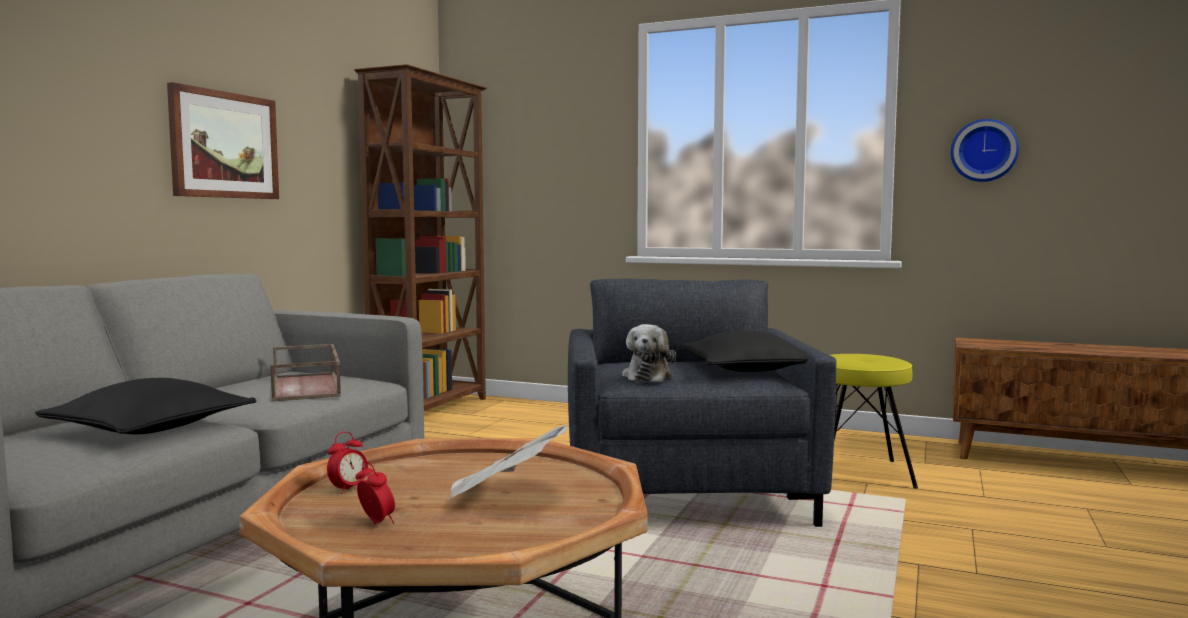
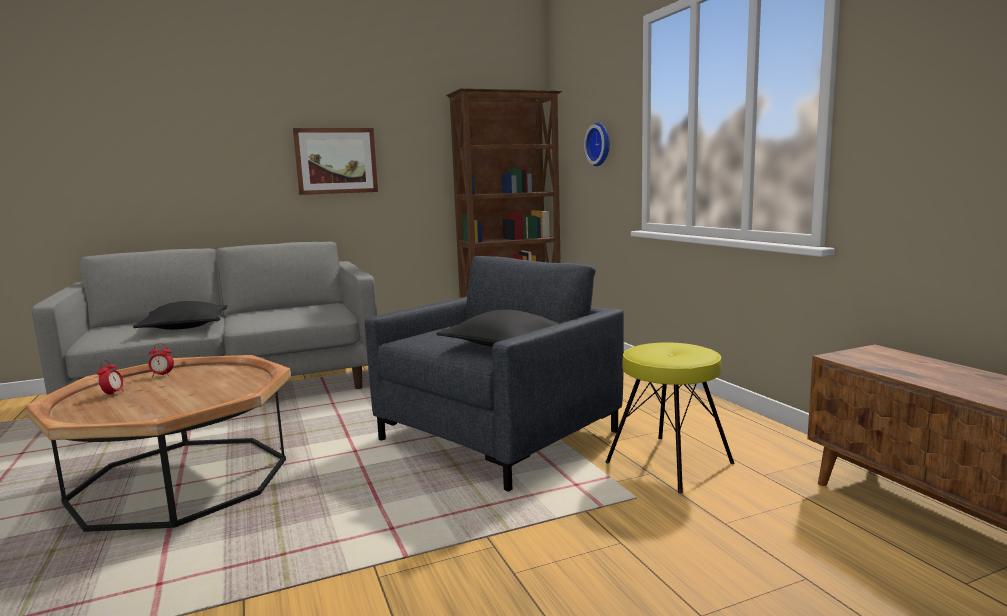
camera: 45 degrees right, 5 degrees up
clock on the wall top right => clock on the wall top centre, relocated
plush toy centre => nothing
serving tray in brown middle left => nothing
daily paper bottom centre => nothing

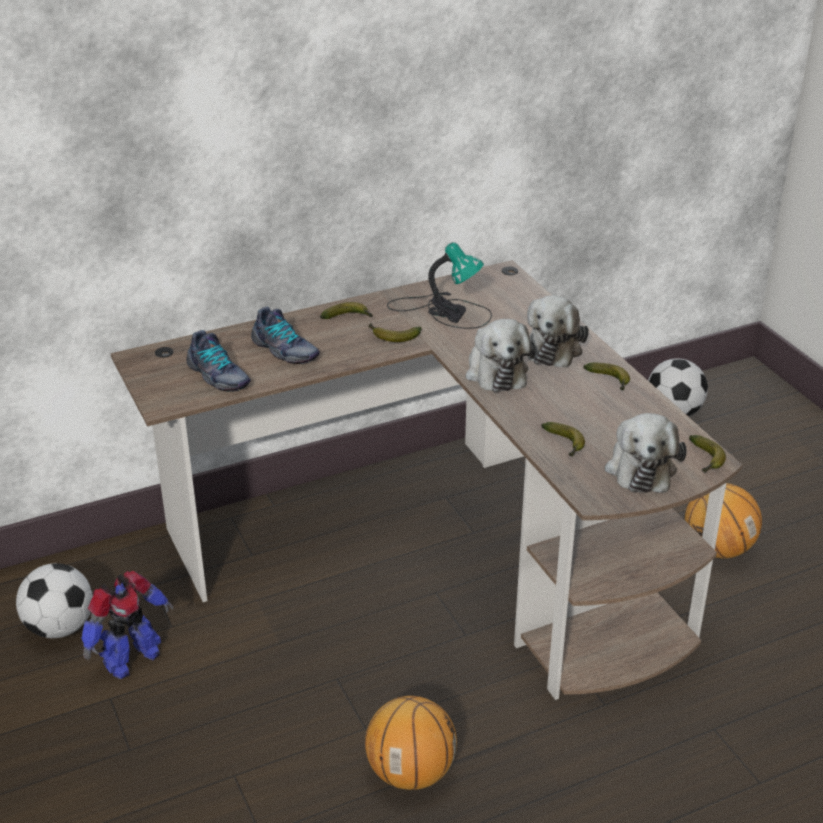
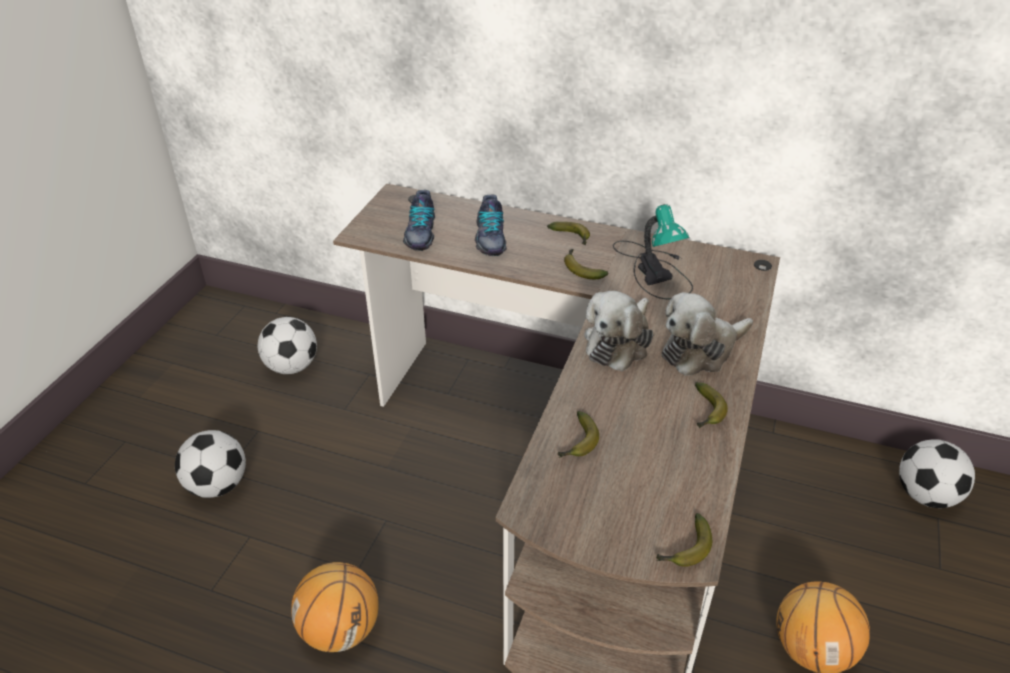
camera: 45 degrees right, 5 degrees up
plush toy (no. 3 from left) middle right => nothing
toy robot bottom left => nothing
nothing => football ball (no. 1 from left) bottom left

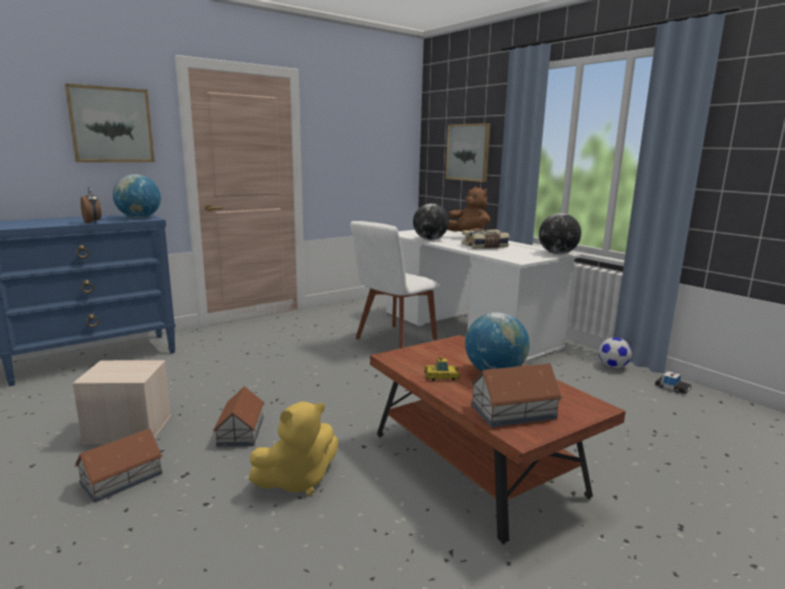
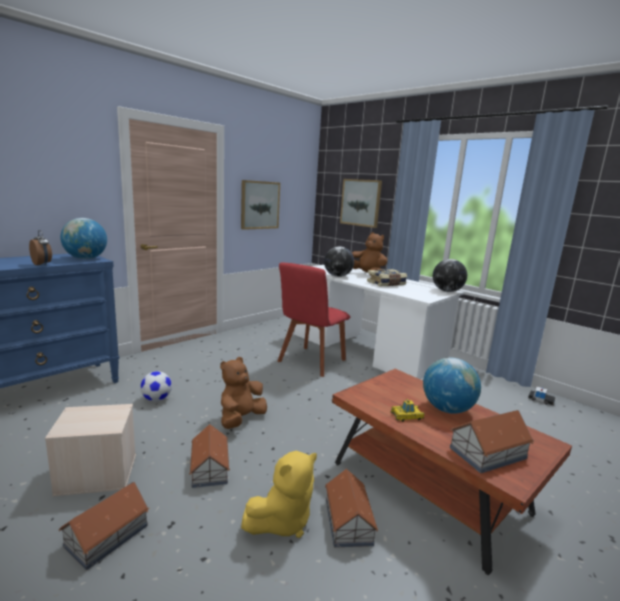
camera: 10 degrees left, 0 degrees up
wall art (no. 1 from left) top left => wall art (no. 1 from left) centre, relocated
plain chair in whitish centre => plain chair in red centre
football ball middle right => football ball middle left, relocated
nothing => plush toy in brown (no. 1 from left) centre
nothing => model house (no. 3 from left) bottom centre

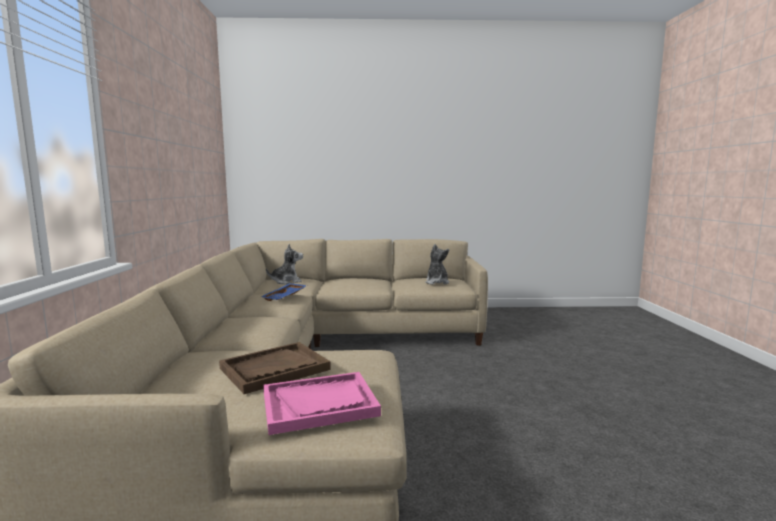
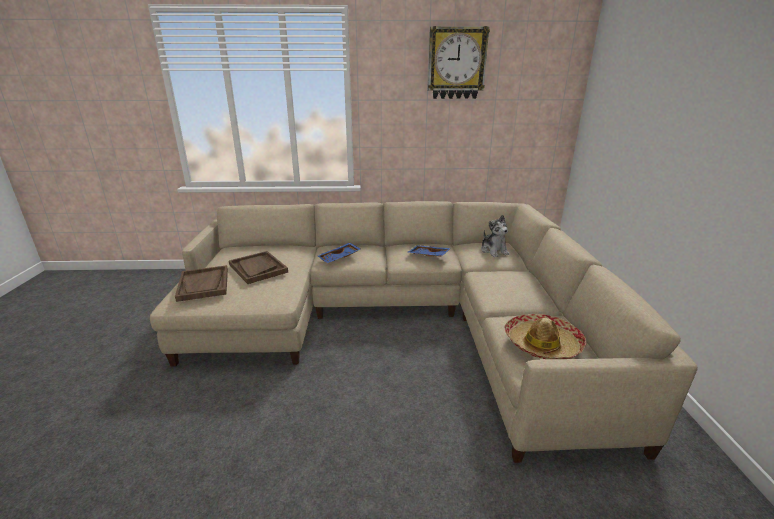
camera: 90 degrees right, 15 degrees up
plush toy (no. 2 from left) centre => hat middle right
serving tray in pink-coloured bottom centre => serving tray in brown (no. 1 from left) middle left
nothing => clock on the wall top centre
nothing => serving tray in bluish (no. 1 from left) centre

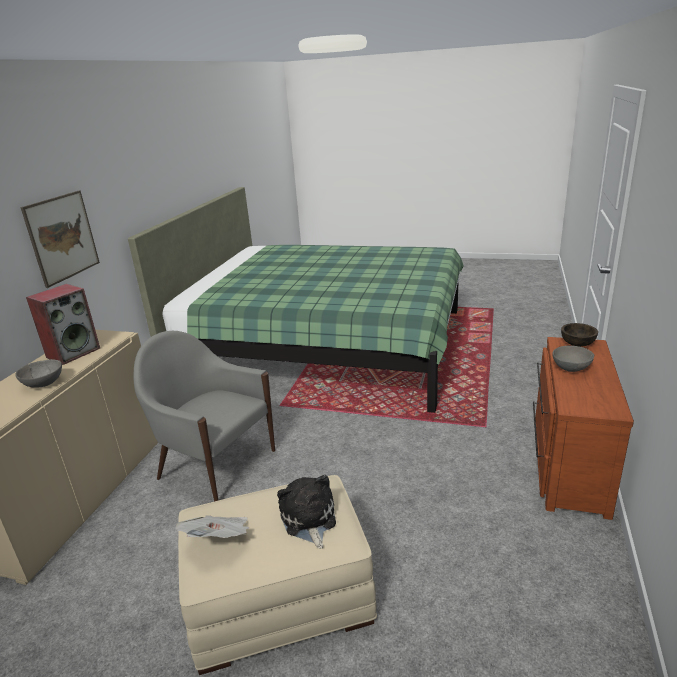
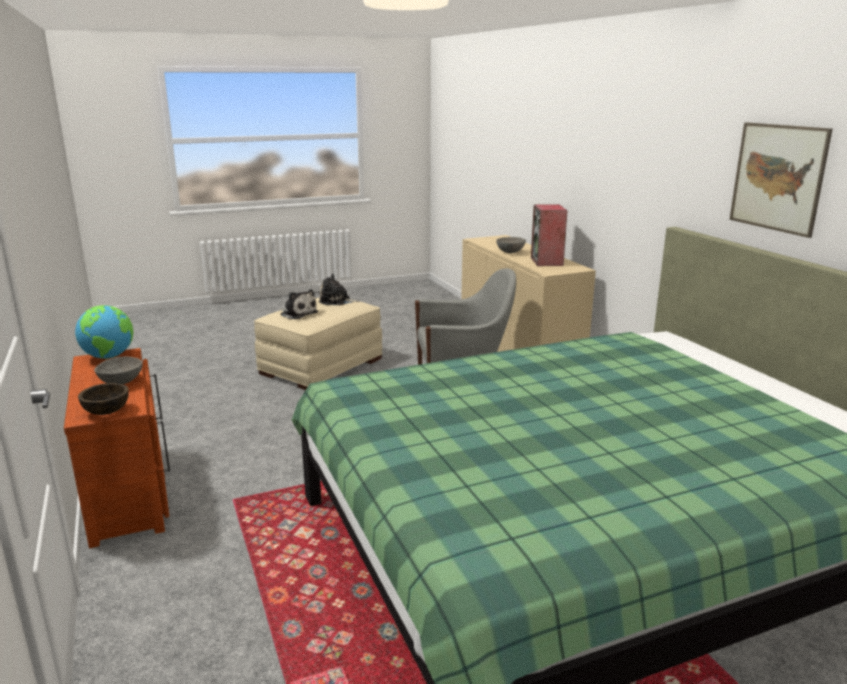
camera: 140 degrees right, 5 degrees down
wall art middle left => wall art top right, relocated
daily paper bottom left => plush toy (no. 2 from left) centre
nothing => globe middle left

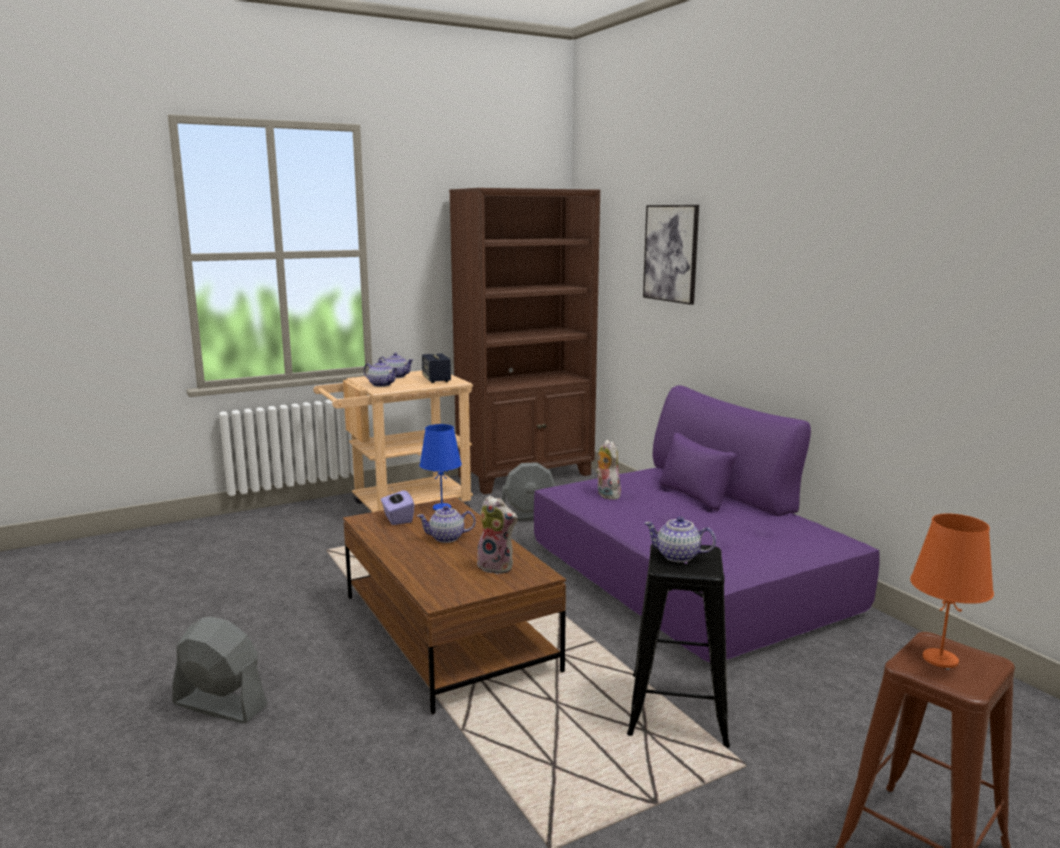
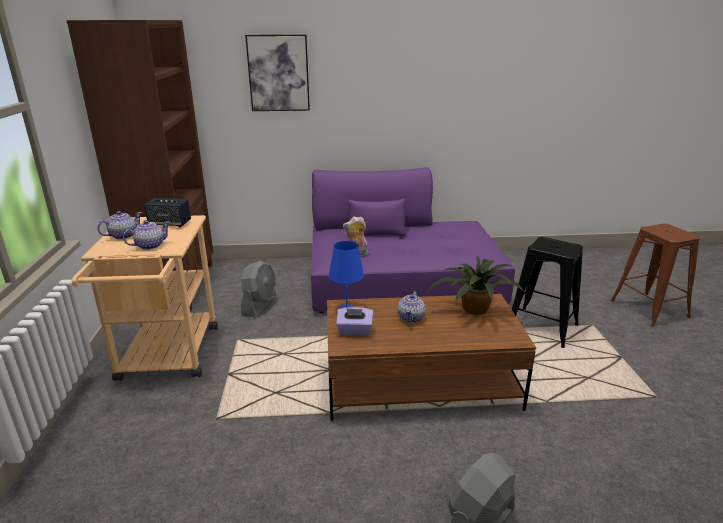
camera: 65 degrees left, 10 degrees up
plush toy (no. 1 from left) centre => houseplant centre
lamp for a table in orangey bottom right => nothing
pot for tea (no. 4 from left) centre => nothing

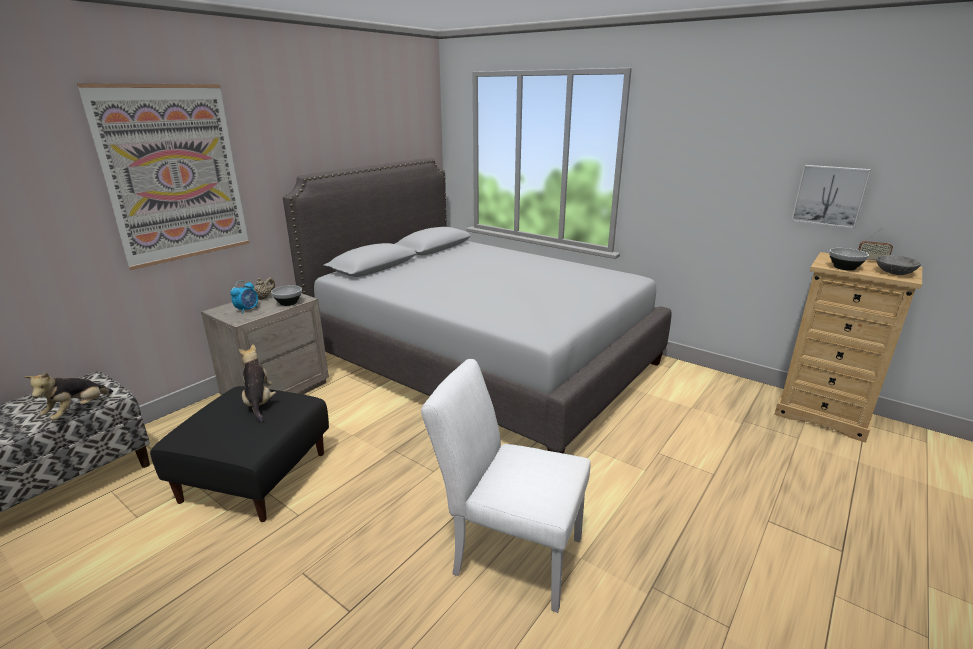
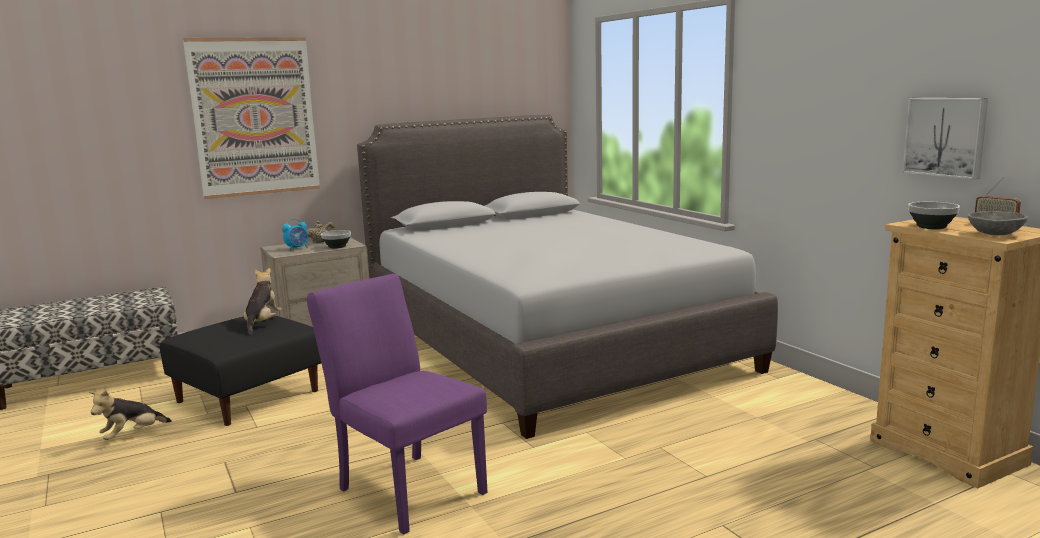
camera: 25 degrees right, 10 degrees down
plain chair in whitish bottom centre => plain chair in purple bottom centre
plush toy (no. 1 from left) middle left => plush toy (no. 1 from left) bottom left, relocated

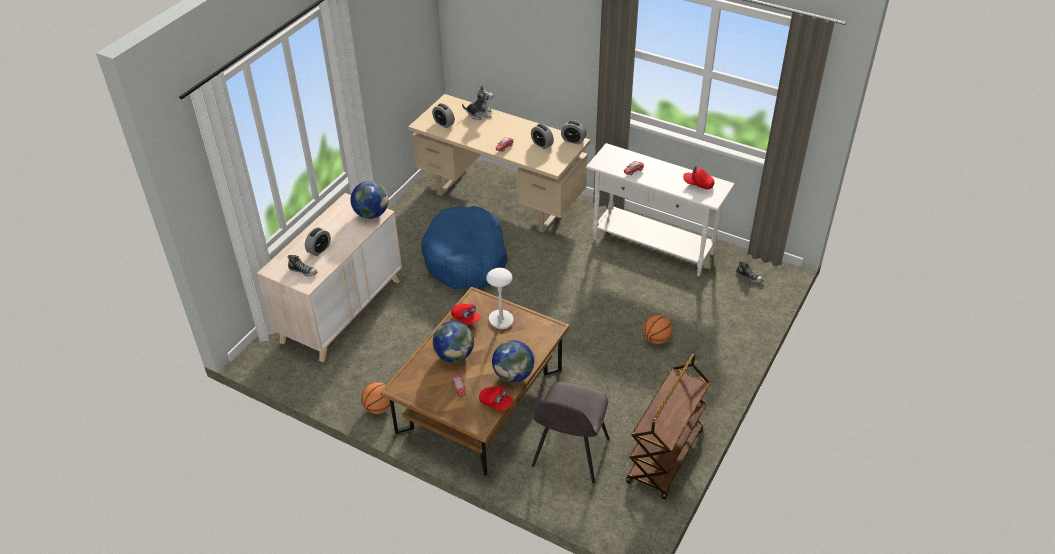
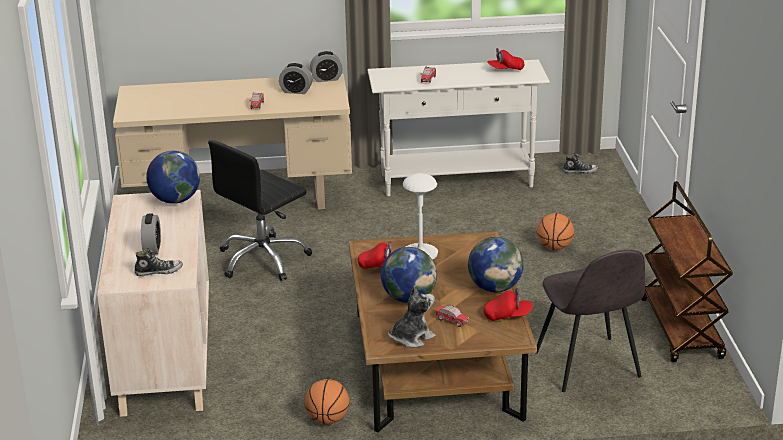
camera: 35 degrees left, 15 degrees down
plush toy top centre => plush toy bottom centre, relocated
bedside clock (no. 2 from left) top centre => nothing
dog cushion in bluish centre => computer chair in blackish middle left

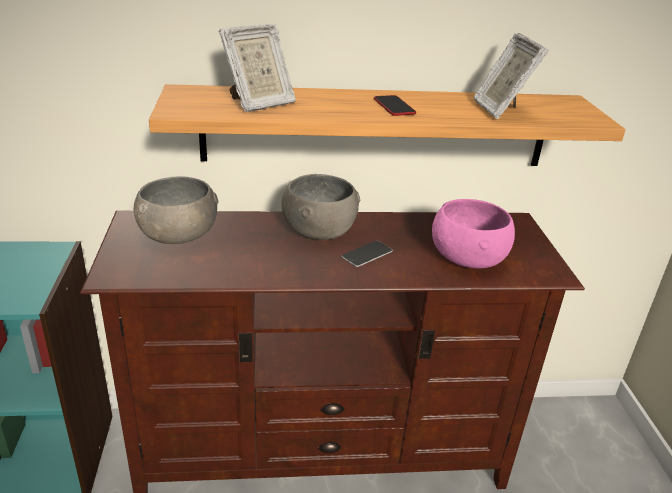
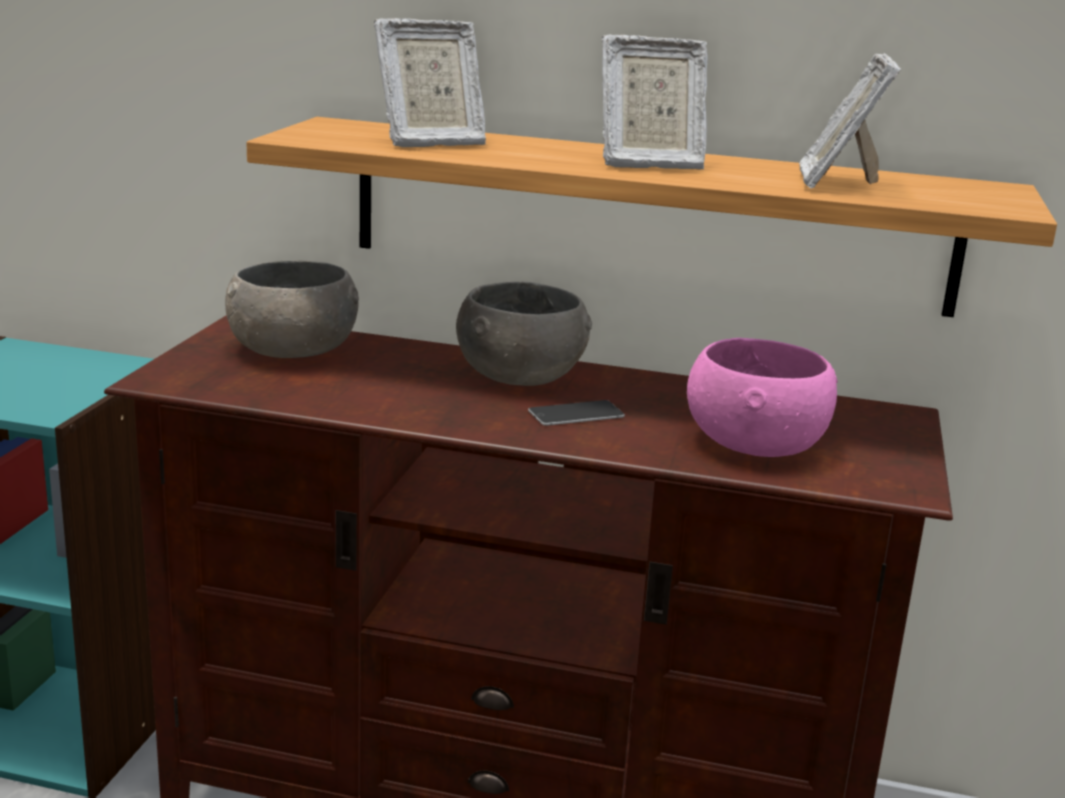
camera: 20 degrees right, 10 degrees down
telephone (no. 2 from left) top centre => photo frame (no. 2 from left) top centre

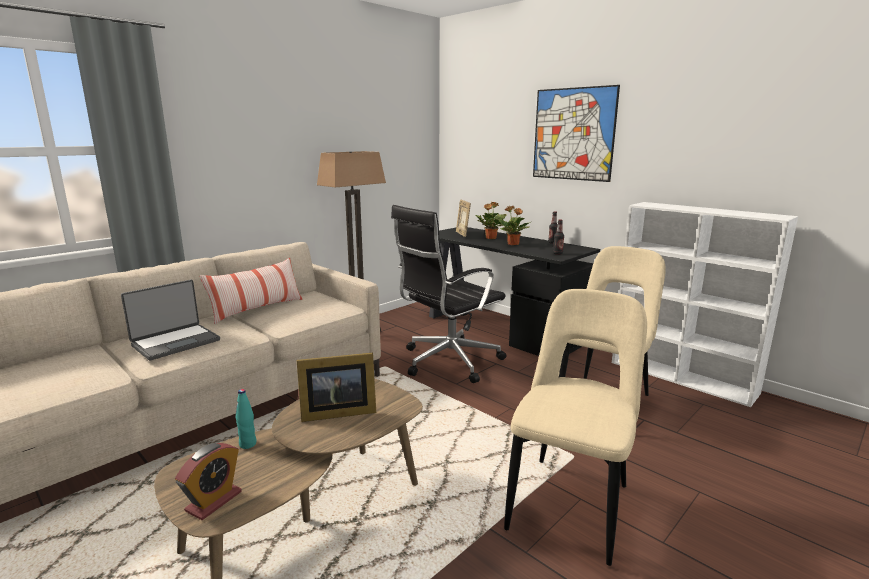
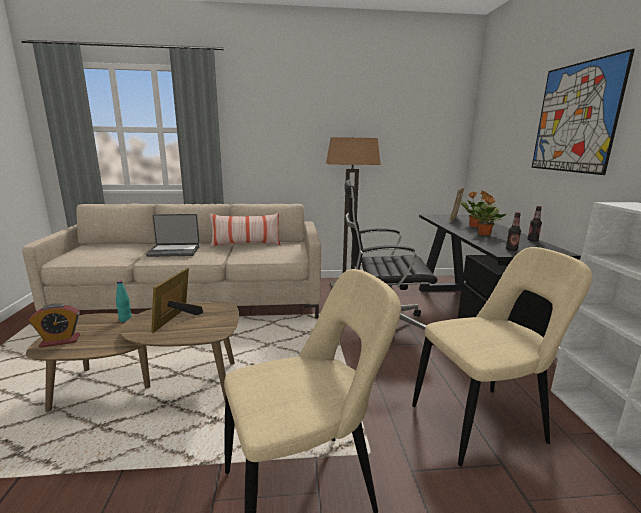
camera: 40 degrees right, 0 degrees up
photo frame (no. 1 from left) bottom centre => photo frame (no. 1 from left) middle left, 75 degrees clockwise

